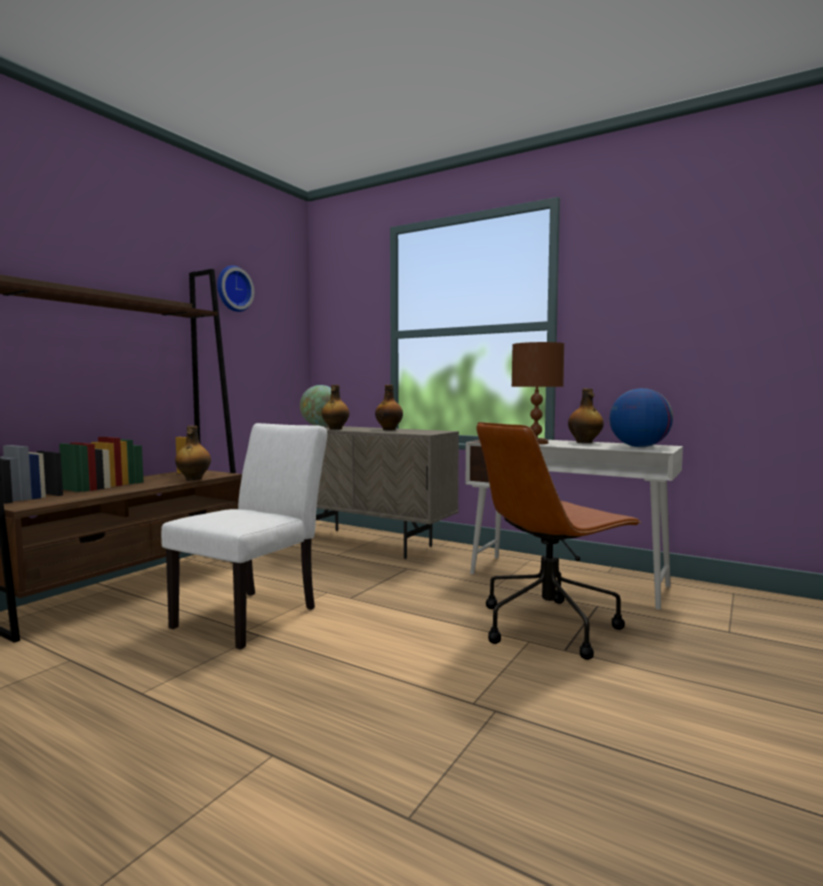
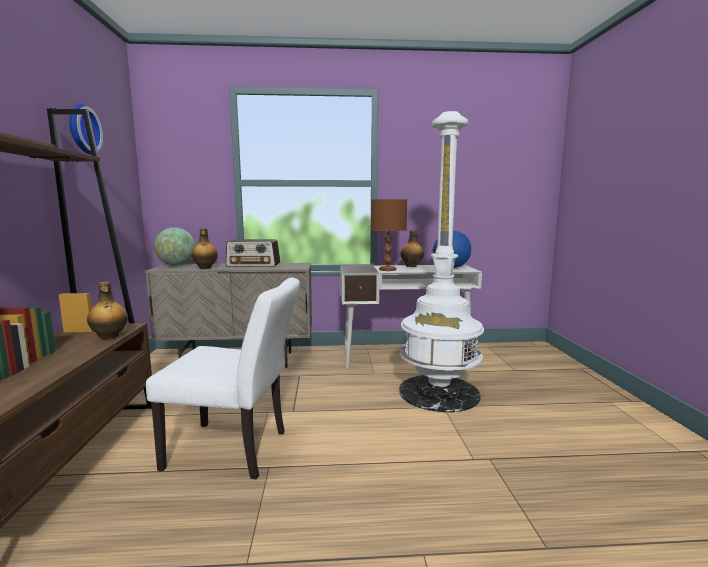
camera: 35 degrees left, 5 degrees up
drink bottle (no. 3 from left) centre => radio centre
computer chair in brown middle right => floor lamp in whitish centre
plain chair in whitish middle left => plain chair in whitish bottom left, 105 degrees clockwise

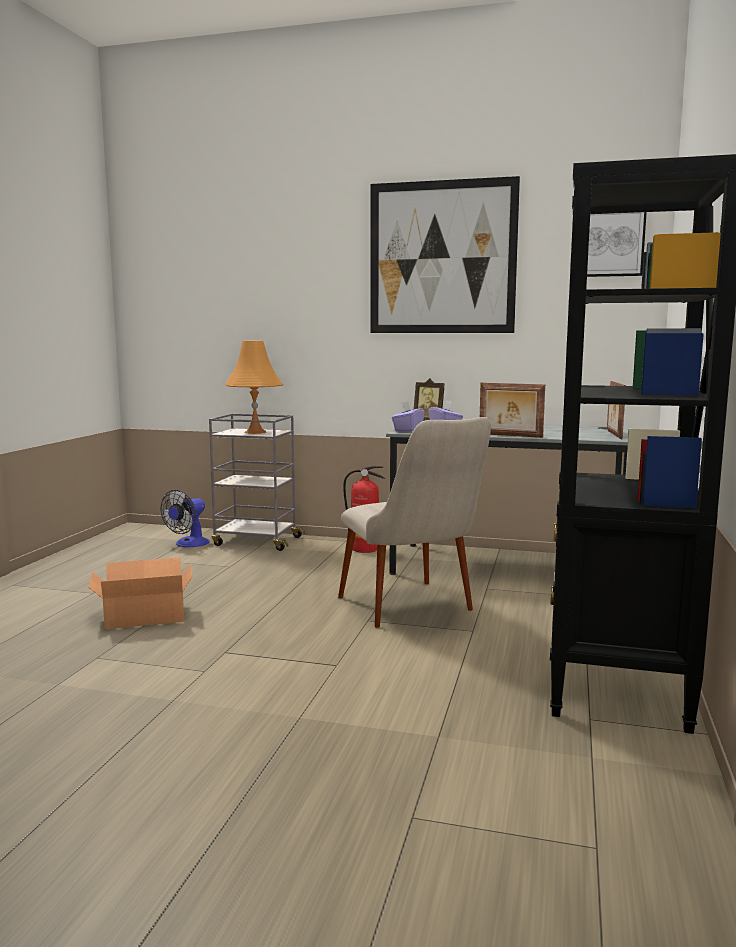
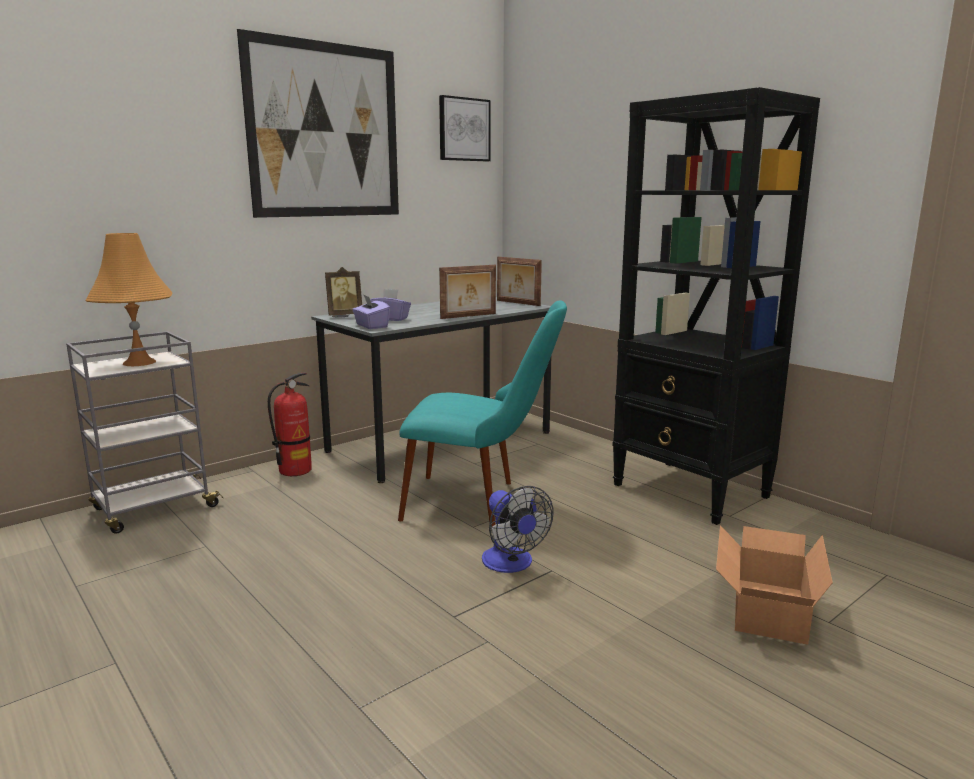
camera: 55 degrees left, 5 degrees up
plain chair in sand-coloured centre => plain chair in blue-green centre
cooling fan middle left => cooling fan bottom centre, relocated
carton middle left => carton bottom right, relocated

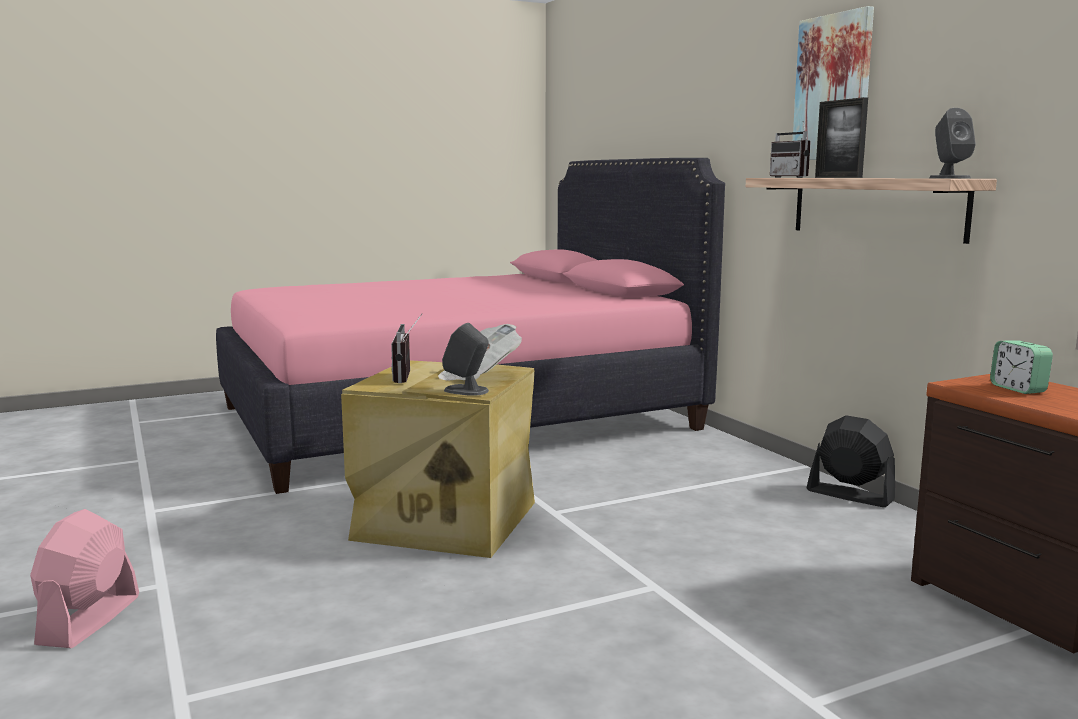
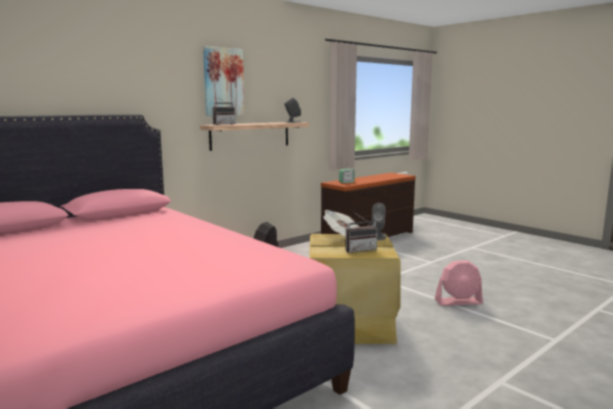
camera: 105 degrees left, 0 degrees up
photo frame top right => nothing
cooling fan in pink-coloured bottom left => cooling fan in pink-coloured bottom right, relocated

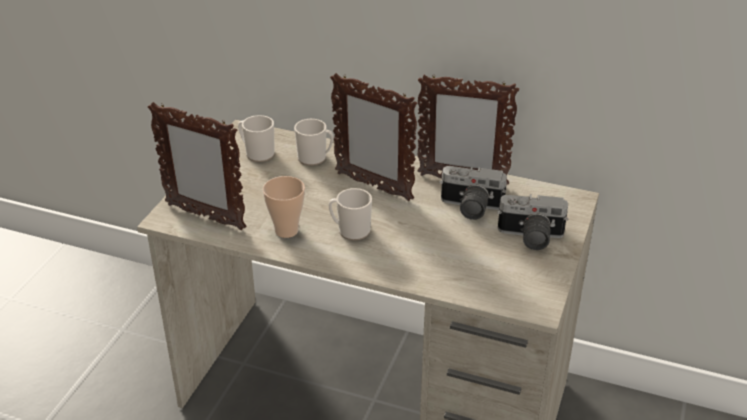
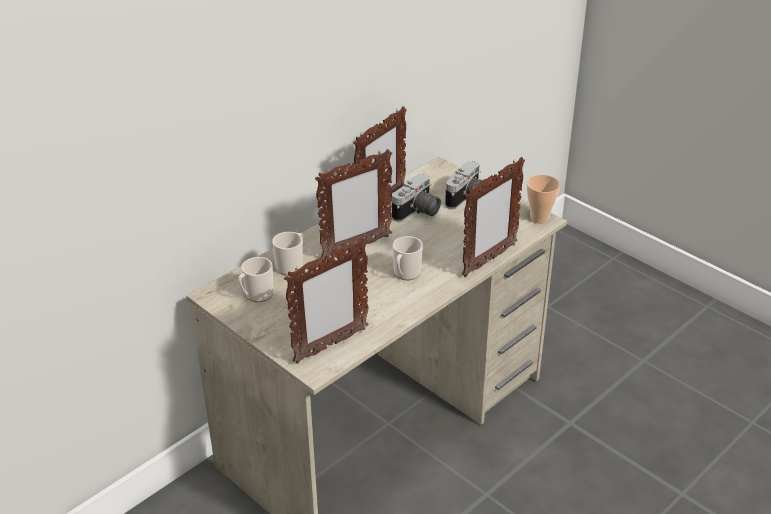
camera: 65 degrees left, 0 degrees up
drinking cup centre => drinking cup middle right, relocated
nothing => photo frame (no. 4 from left) centre

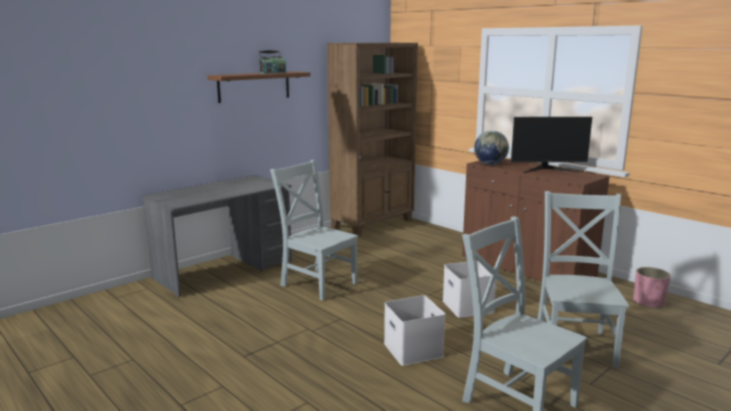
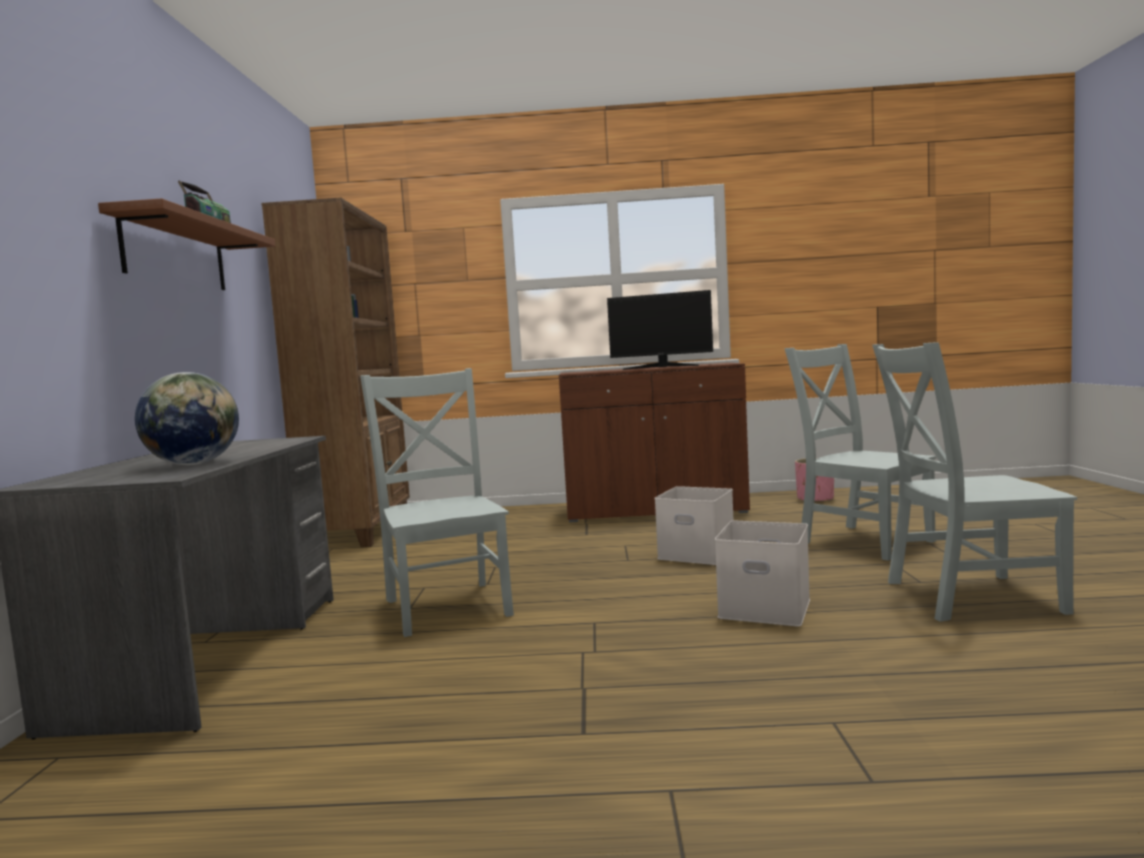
camera: 45 degrees left, 10 degrees down
computer display middle right => computer display centre, 60 degrees clockwise
globe middle right => globe middle left, relocated
plain chair in grey (no. 1 from left) centre, 75 degrees clockwise

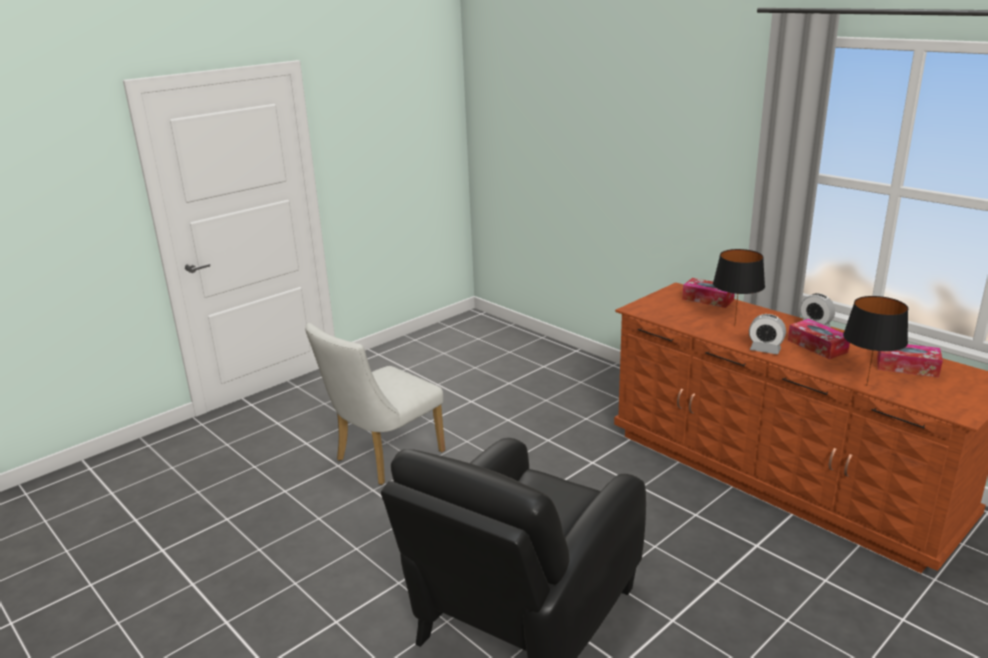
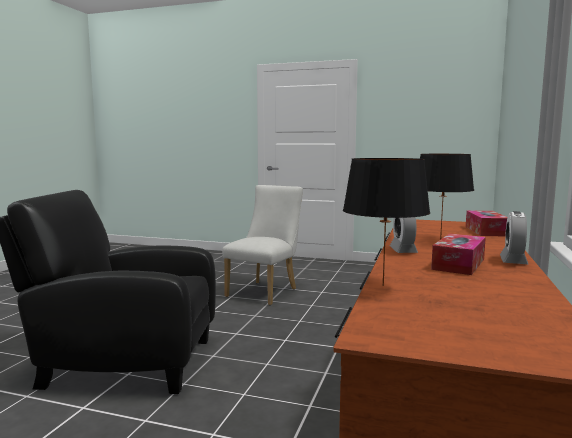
camera: 60 degrees right, 15 degrees down
plain chair in whitish centre, 105 degrees clockwise
box of tissues (no. 3 from left) middle right => nothing

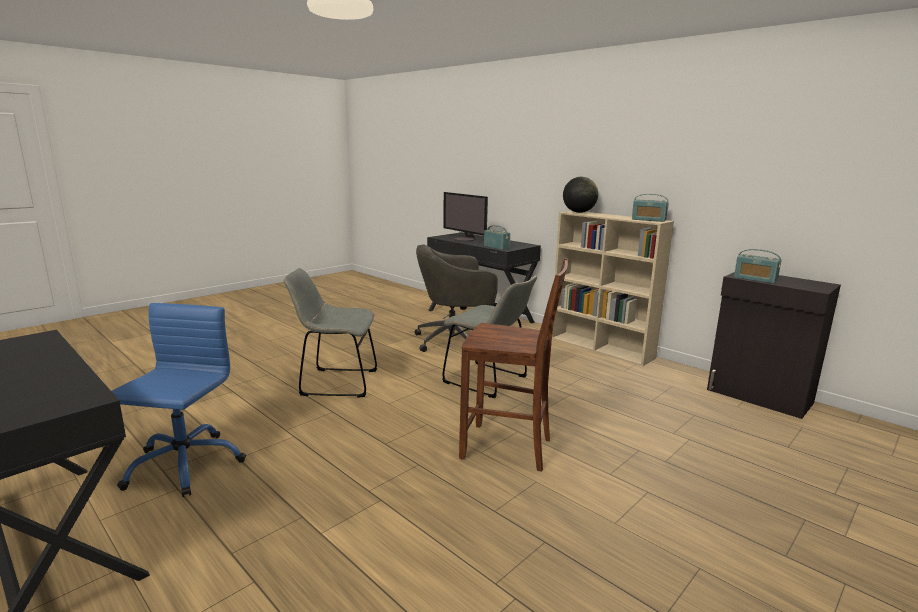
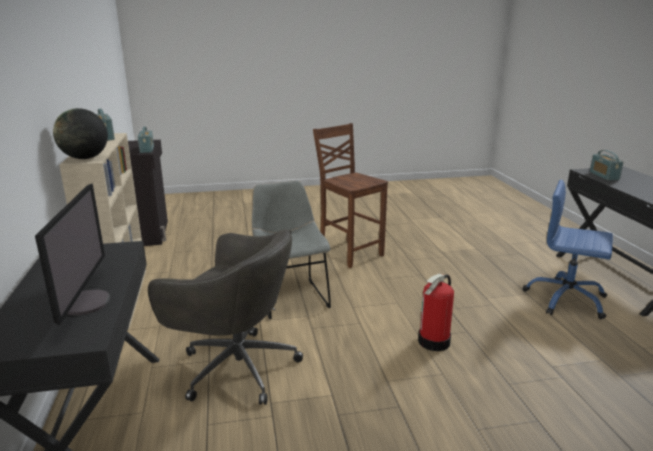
camera: 145 degrees left, 5 degrees up
radio (no. 1 from left in the first image) centre => radio (no. 3 from left) middle right, relocated
plain chair in grey (no. 1 from left) centre => extinguisher bottom right
computer chair in bluish middle left => computer chair in bluish middle right, 75 degrees clockwise

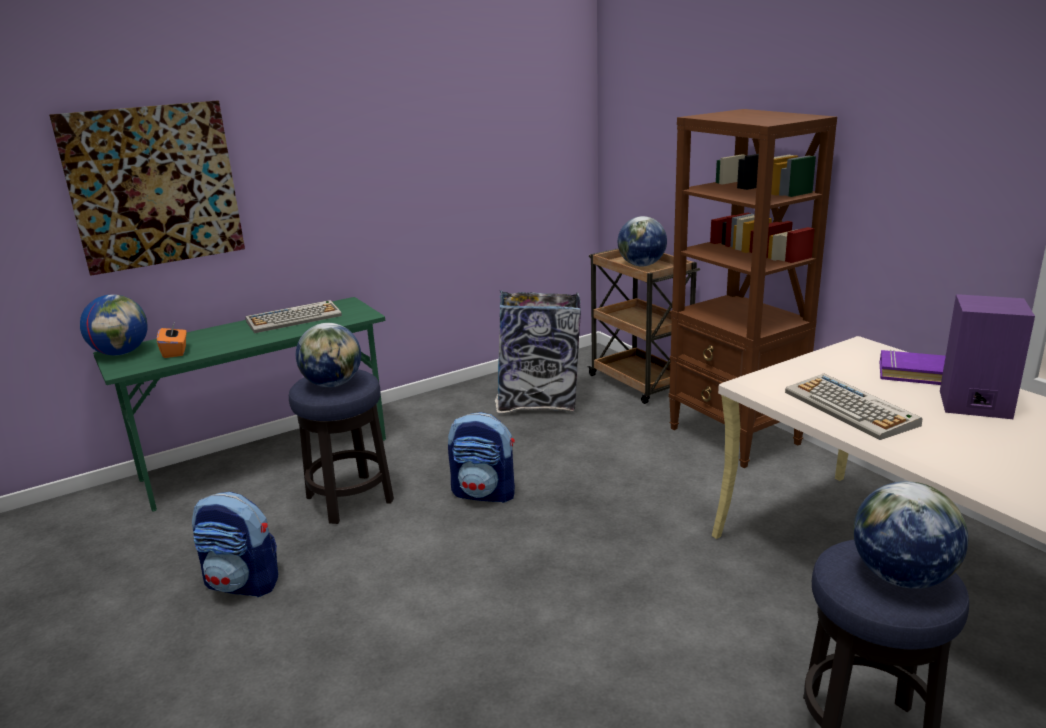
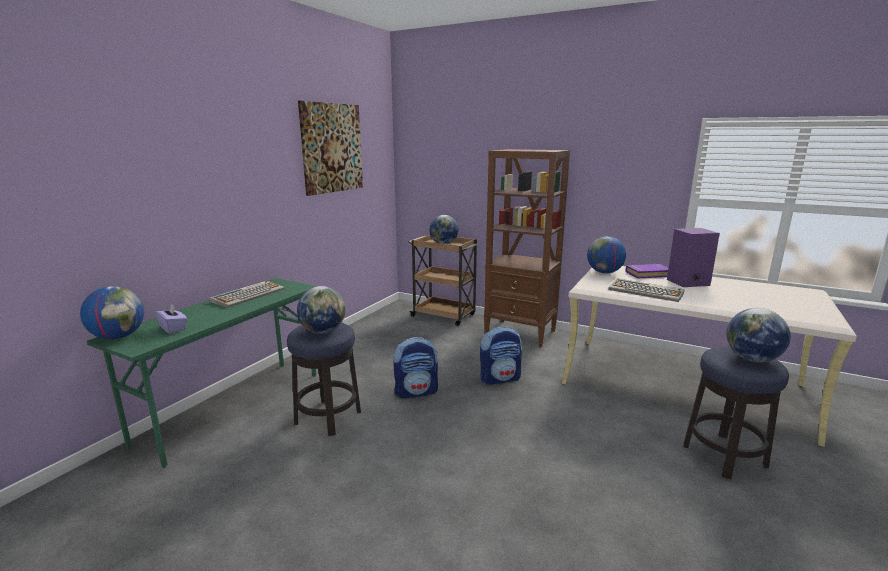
camera: 30 degrees left, 5 degrees down
wall art top left => wall art top centre, relocated
trash can centre => nothing
box of tissues in orangey middle left => box of tissues in purple middle left
knapsack (no. 1 from left in the first image) bottom left => knapsack (no. 2 from left) centre, relocated
nothing => globe (no. 4 from left) middle right

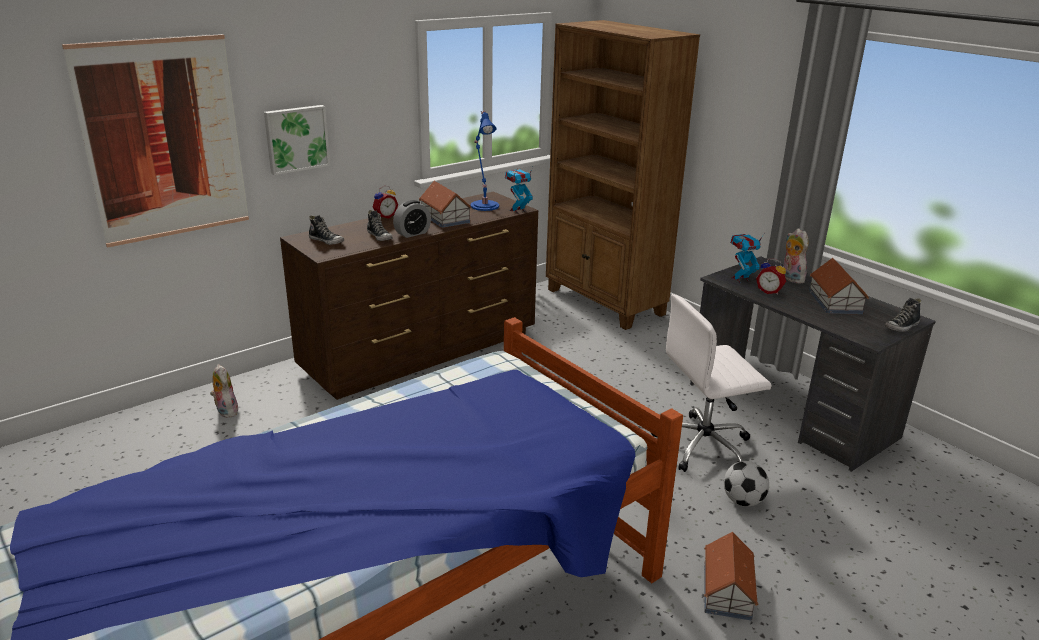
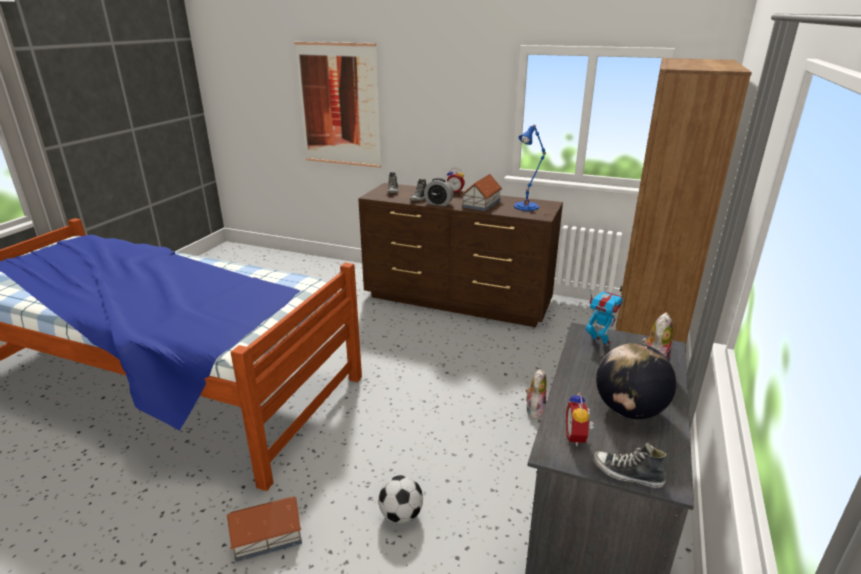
camera: 60 degrees right, 0 degrees up
wall art (no. 2 from left) top left => nothing
toy robot (no. 1 from left) top centre => nothing
model house (no. 3 from left) middle right => globe middle right
bedside clock (no. 3 from left) middle right => bedside clock (no. 3 from left) bottom right, relocated
computer chair in whitish middle right => nothing
plush toy (no. 1 from left) middle left => plush toy (no. 1 from left) bottom centre, relocated

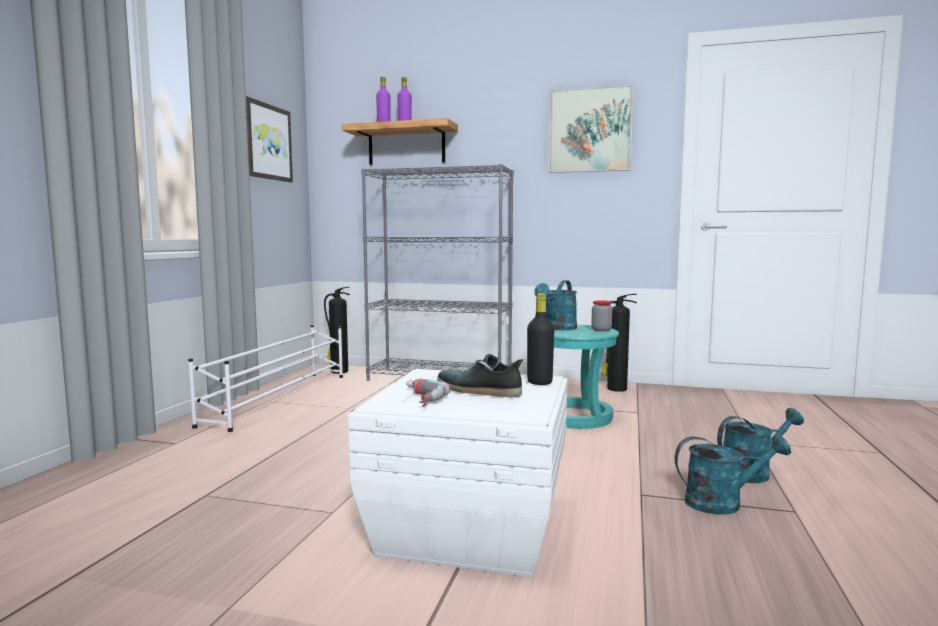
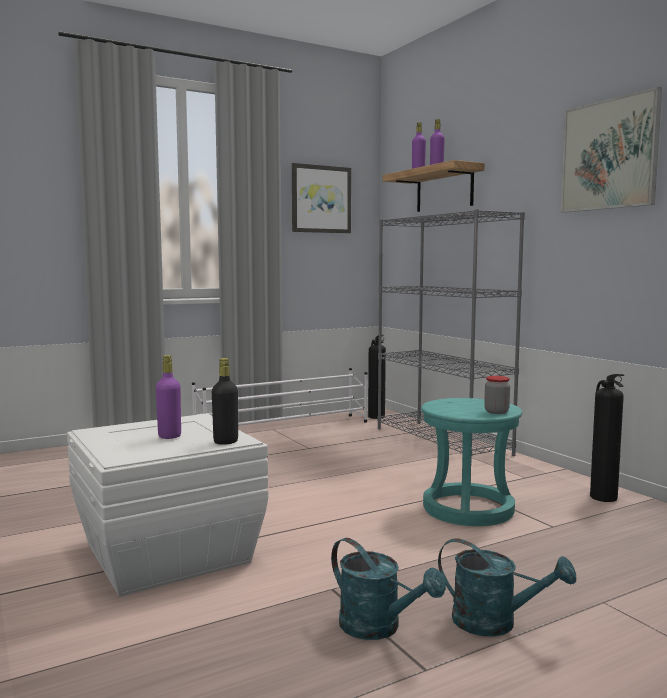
camera: 45 degrees right, 0 degrees up
sprinkling can in blue-green (no. 1 from left) centre => nothing
shoe centre => drink bottle in purple (no. 1 from left) middle left
power drill centre => nothing

